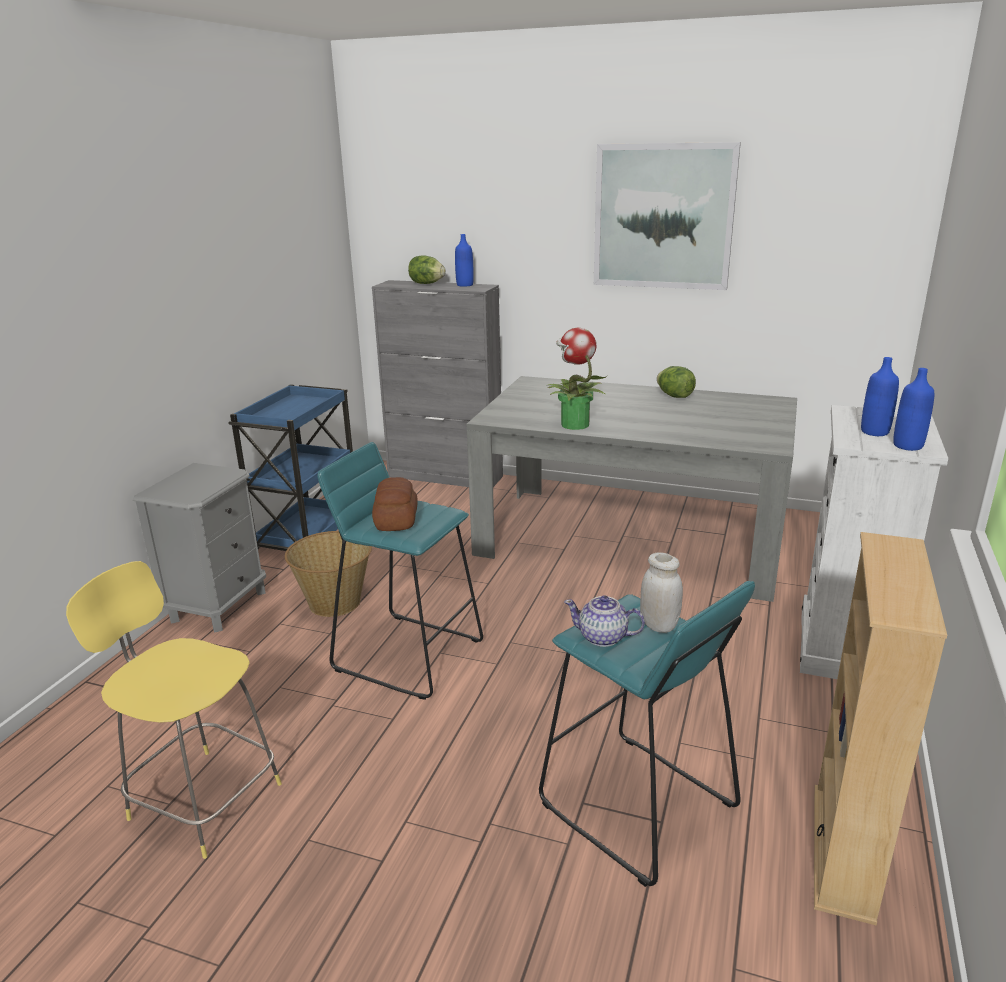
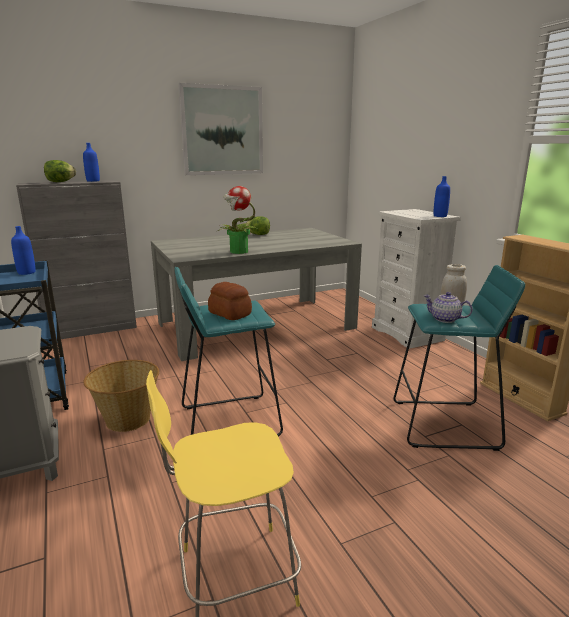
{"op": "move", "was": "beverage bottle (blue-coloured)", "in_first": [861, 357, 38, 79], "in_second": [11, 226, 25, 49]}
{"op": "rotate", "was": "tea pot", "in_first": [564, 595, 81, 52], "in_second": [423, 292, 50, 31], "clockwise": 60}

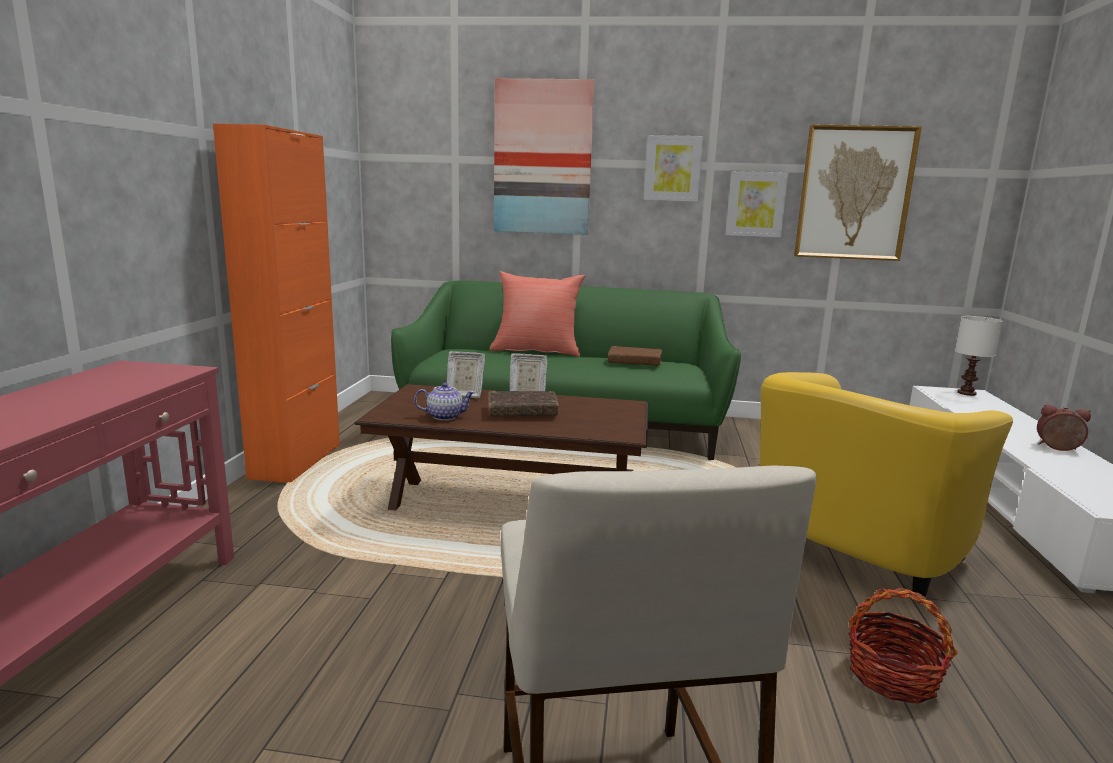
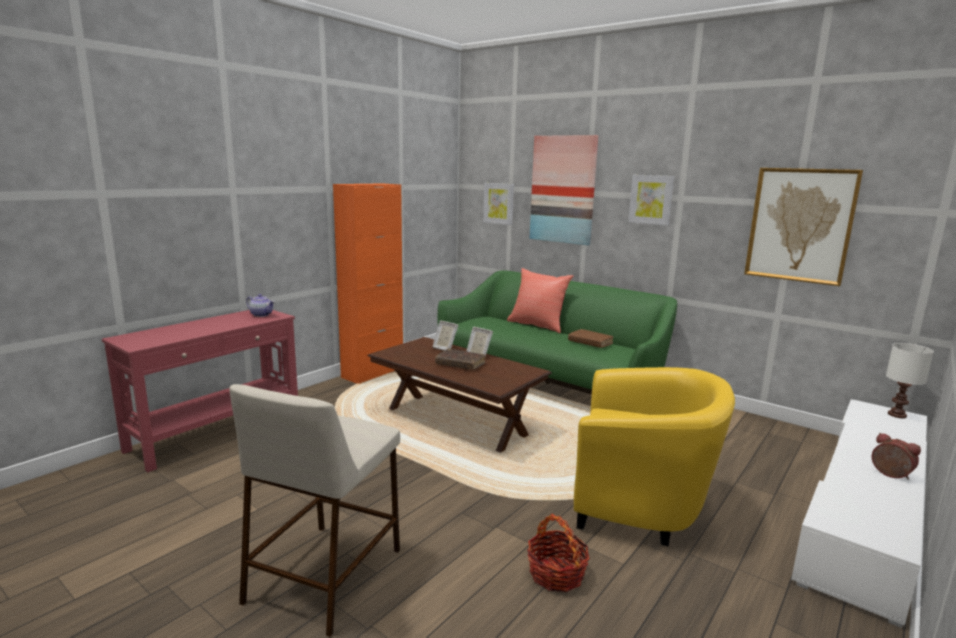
{"op": "move", "was": "tea pot", "in_first": [414, 383, 61, 38], "in_second": [246, 294, 29, 23]}
{"op": "move", "was": "picture", "in_first": [725, 171, 63, 66], "in_second": [483, 183, 31, 42]}
{"op": "rotate", "was": "easy chair (yellow-coloured)", "in_first": [760, 372, 253, 225], "in_second": [574, 367, 161, 179], "clockwise": -150}

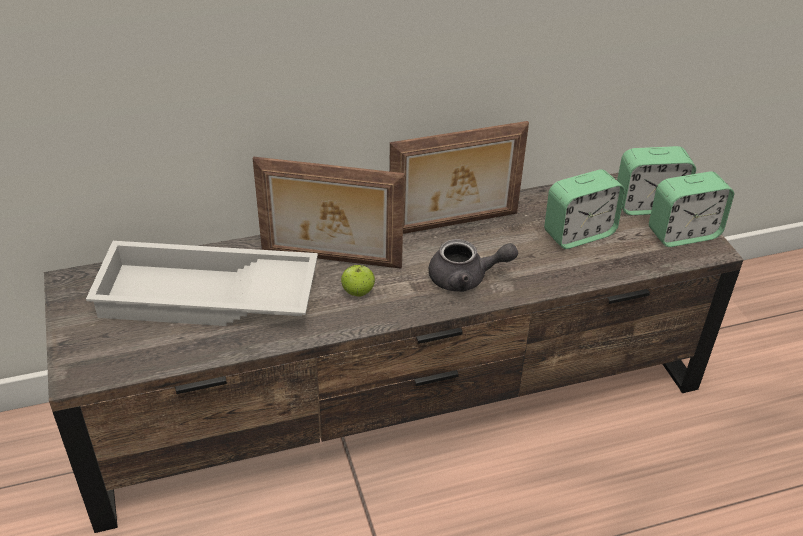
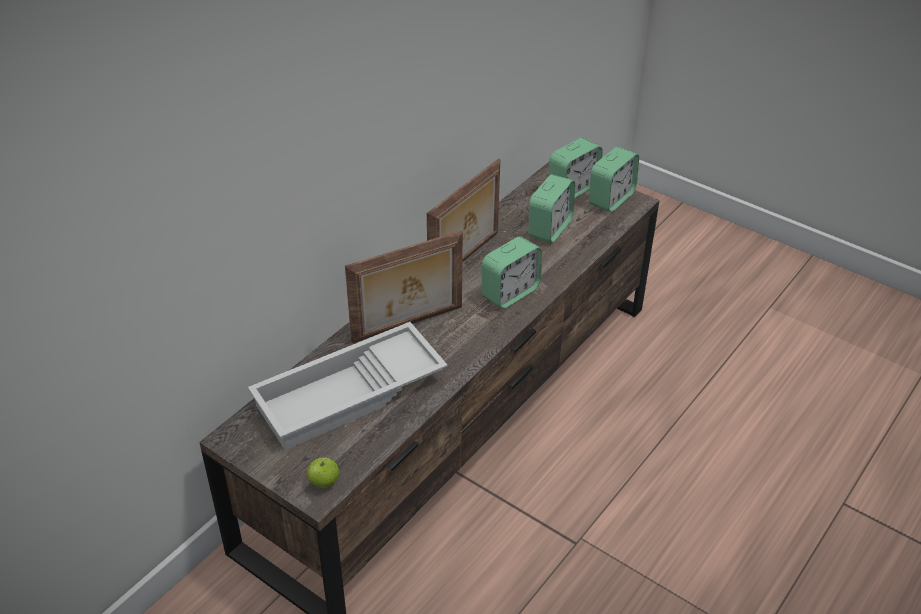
{"op": "move", "was": "apple", "in_first": [341, 265, 34, 32], "in_second": [307, 457, 32, 31]}
{"op": "replace", "was": "tea pot (greyish)", "now": "table clock", "in_first": [429, 239, 89, 53], "in_second": [482, 236, 60, 73]}

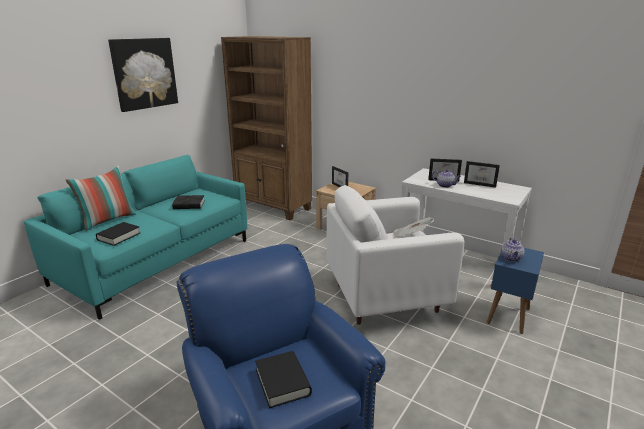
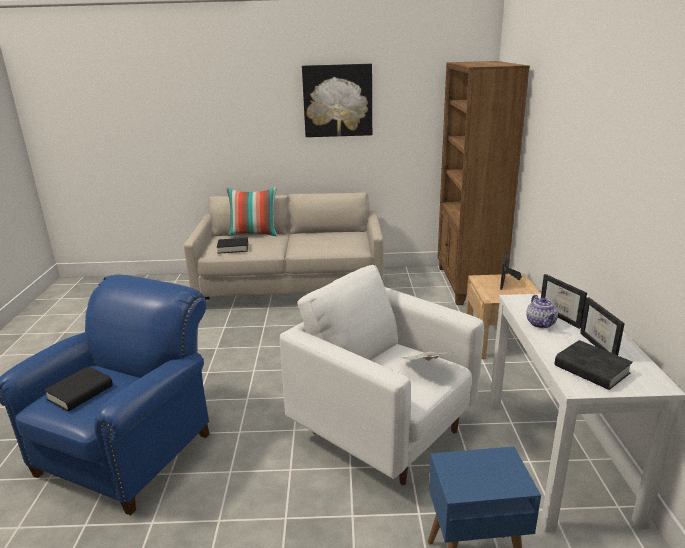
{"op": "delete", "was": "tea pot", "in_first": [501, 237, 24, 25]}
{"op": "move", "was": "volume (blackish)", "in_first": [172, 195, 33, 14], "in_second": [554, 340, 79, 50]}
{"op": "recolor", "was": "settee (blue-green)", "now": "settee (beige)", "in_first": [24, 155, 223, 165], "in_second": [184, 193, 200, 107]}

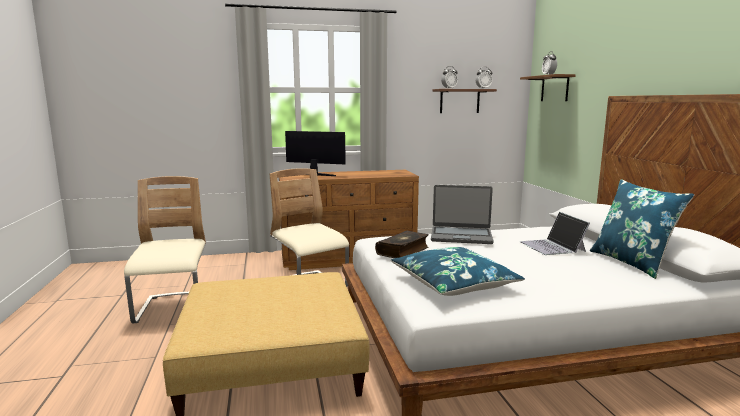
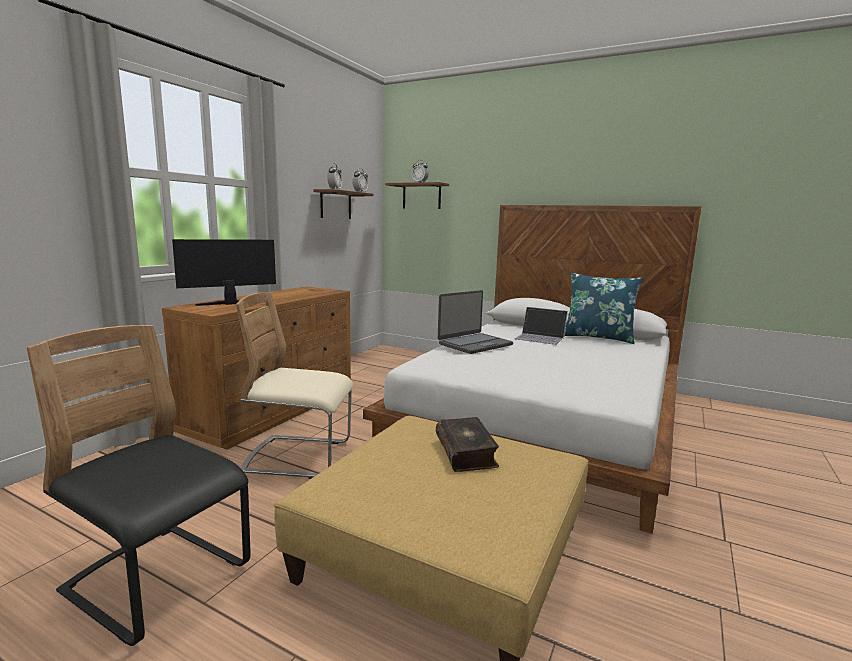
{"op": "delete", "was": "pillow (blue-coloured)", "in_first": [391, 247, 134, 49]}
{"op": "move", "was": "volume", "in_first": [375, 231, 54, 27], "in_second": [436, 417, 63, 55]}
{"op": "recolor", "was": "plain chair (beige)", "now": "plain chair (blackish)", "in_first": [124, 176, 82, 147], "in_second": [27, 325, 224, 321]}

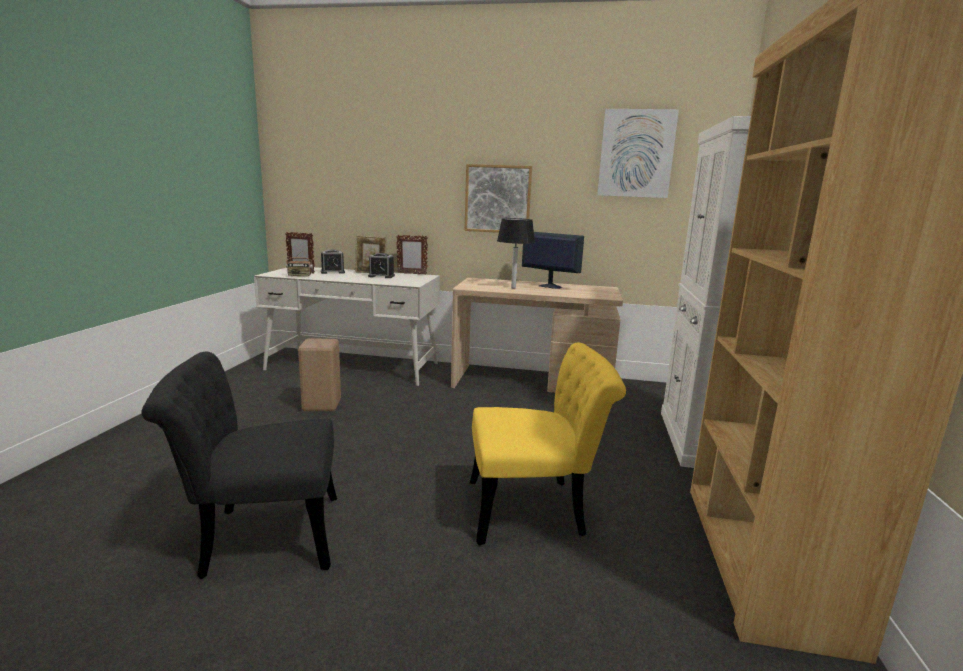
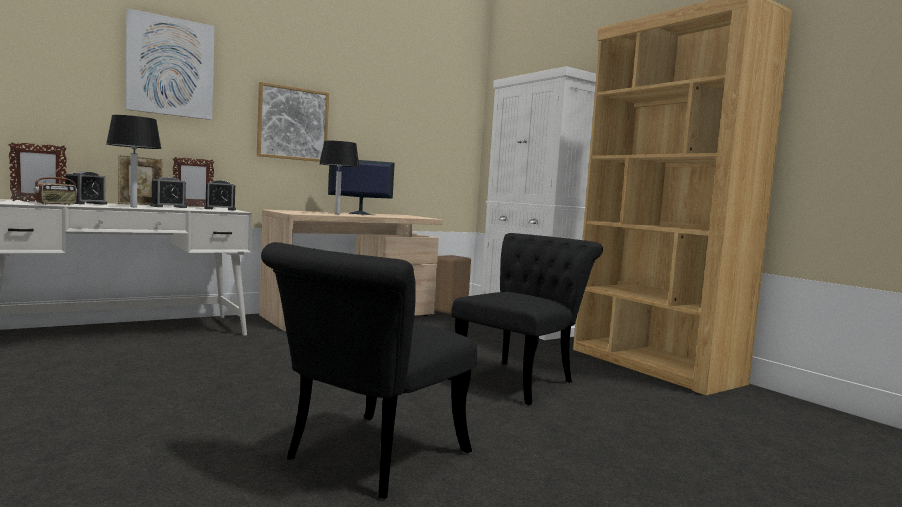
{"op": "insert", "now": "table lamp (blackish)", "in_second": [106, 115, 56, 92]}
{"op": "insert", "now": "table clock", "in_second": [204, 180, 32, 30]}
{"op": "move", "was": "sitting stool (beige)", "in_first": [298, 338, 43, 73], "in_second": [434, 255, 37, 59]}
{"op": "move", "was": "picture", "in_first": [597, 109, 82, 89], "in_second": [126, 8, 89, 112]}
{"op": "recolor", "was": "plain chair (yellow-coloured)", "now": "plain chair (blackish)", "in_first": [470, 342, 156, 204], "in_second": [449, 233, 154, 172]}

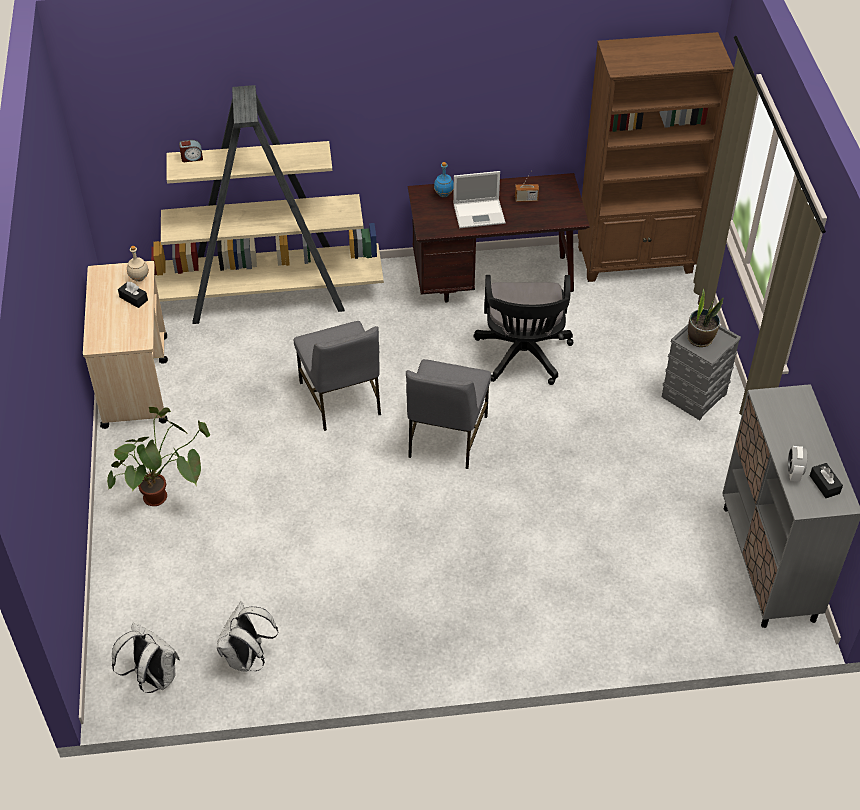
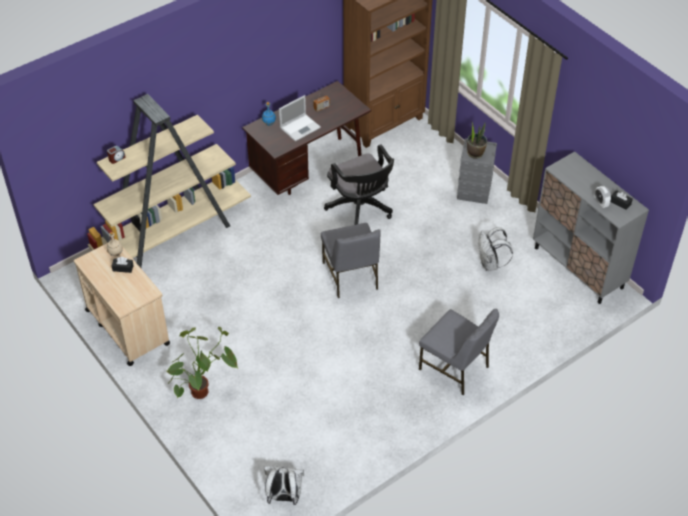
{"op": "move", "was": "rucksack (white)", "in_first": [217, 601, 61, 71], "in_second": [478, 227, 35, 44]}
{"op": "move", "was": "plain chair (greyish)", "in_first": [294, 321, 87, 110], "in_second": [419, 309, 80, 86]}

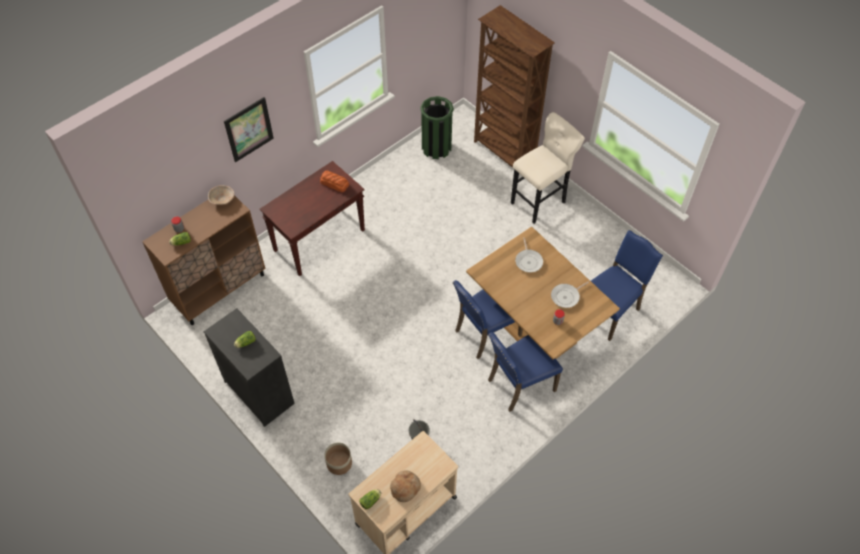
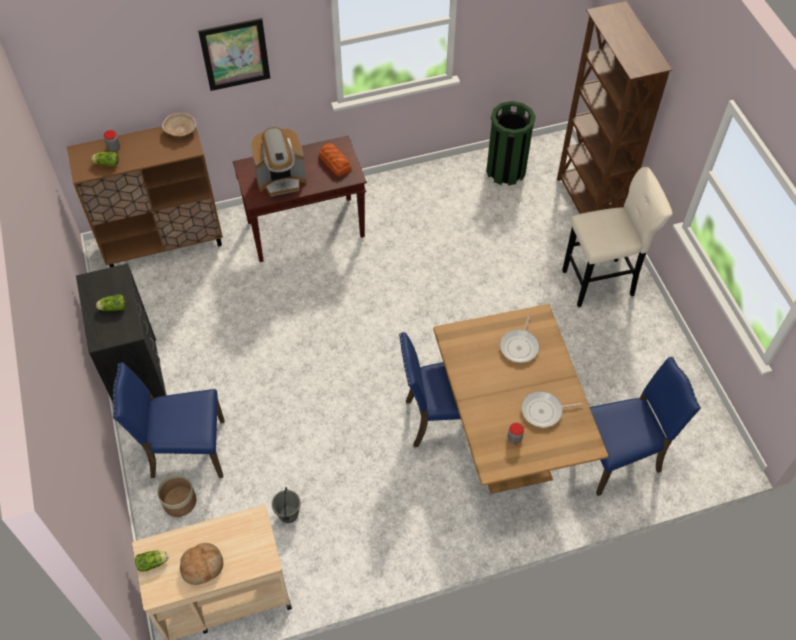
{"op": "insert", "now": "coffee machine", "in_second": [251, 127, 55, 70]}
{"op": "move", "was": "plain chair (blue-coloured)", "in_first": [488, 332, 75, 80], "in_second": [113, 362, 111, 116]}

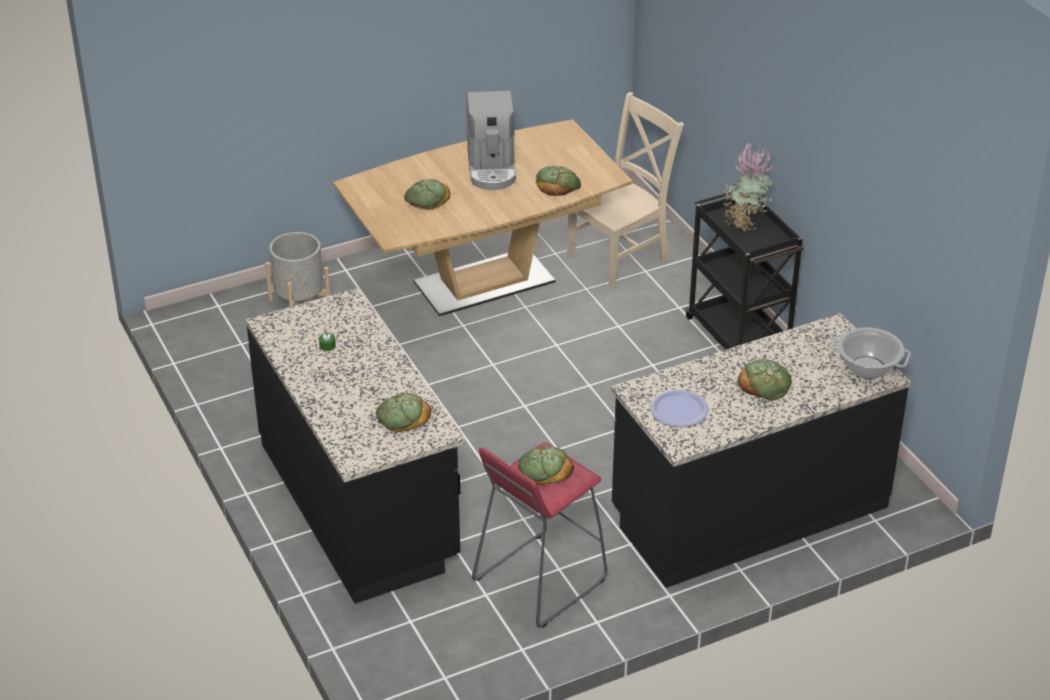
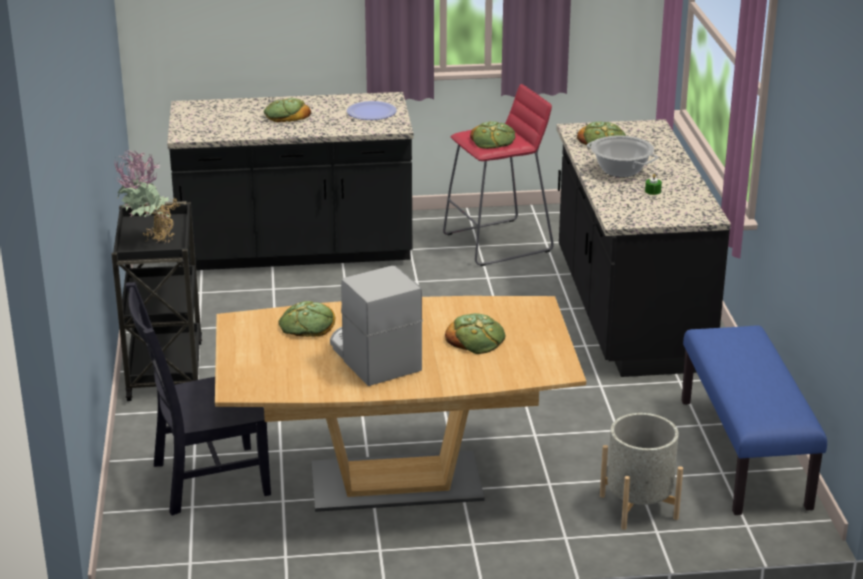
{"op": "insert", "now": "long seat (blue-coloured)", "in_second": [682, 325, 145, 190]}
{"op": "move", "was": "saucepot", "in_first": [831, 327, 80, 52], "in_second": [587, 136, 71, 41]}
{"op": "recolor", "was": "plain chair (beige)", "now": "plain chair (blackish)", "in_first": [567, 92, 117, 195], "in_second": [126, 282, 145, 234]}
{"op": "rotate", "was": "coffee machine", "in_first": [466, 91, 50, 99], "in_second": [330, 266, 92, 120], "clockwise": -45}

